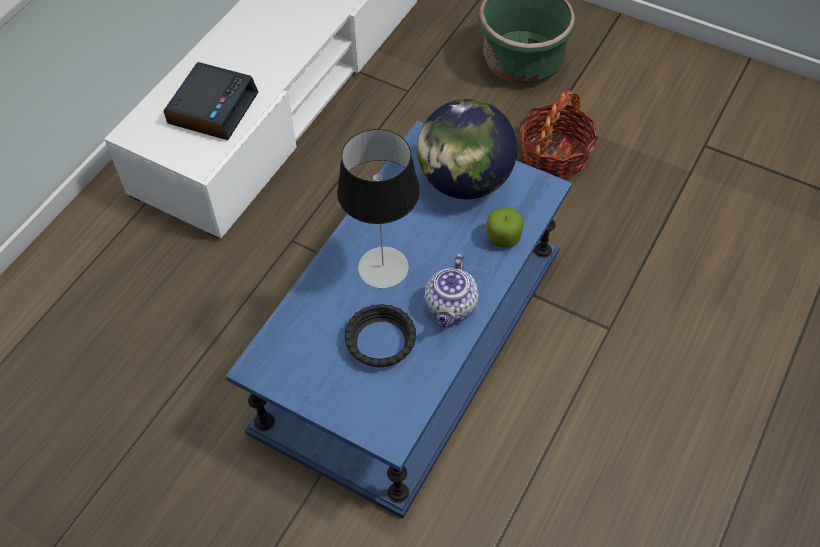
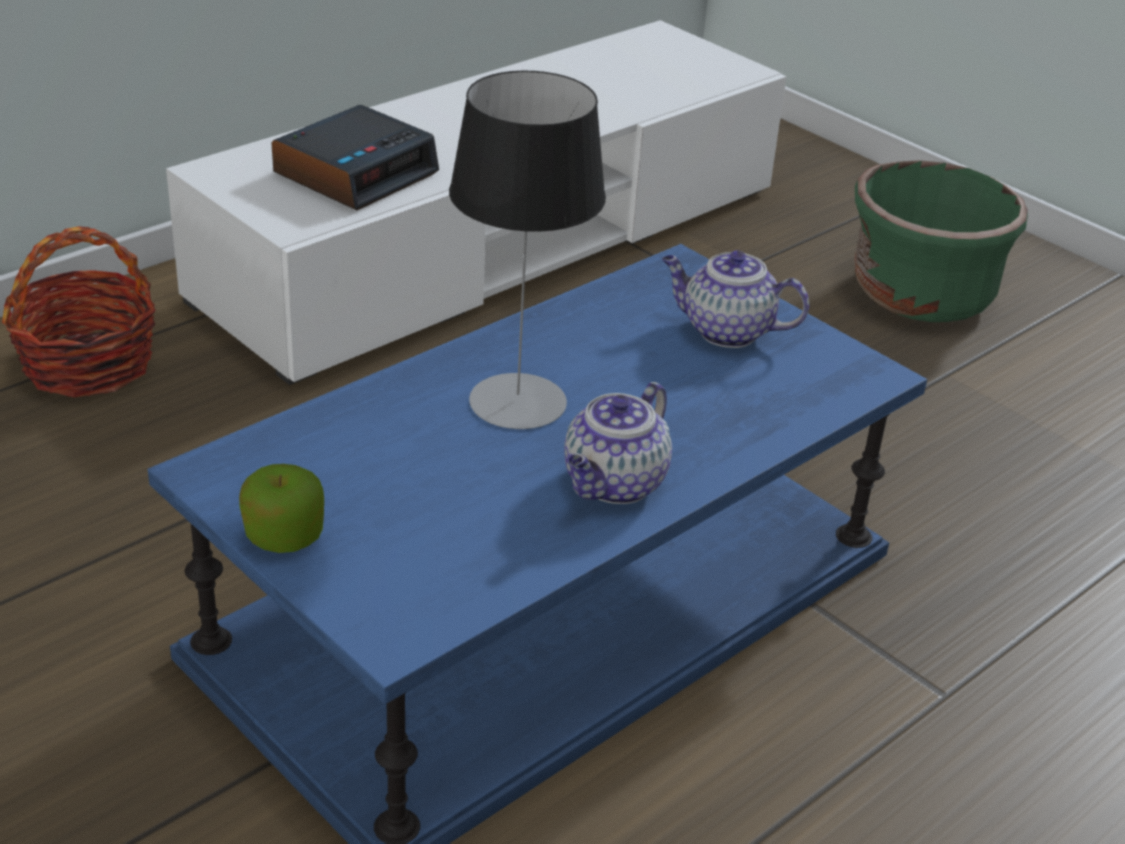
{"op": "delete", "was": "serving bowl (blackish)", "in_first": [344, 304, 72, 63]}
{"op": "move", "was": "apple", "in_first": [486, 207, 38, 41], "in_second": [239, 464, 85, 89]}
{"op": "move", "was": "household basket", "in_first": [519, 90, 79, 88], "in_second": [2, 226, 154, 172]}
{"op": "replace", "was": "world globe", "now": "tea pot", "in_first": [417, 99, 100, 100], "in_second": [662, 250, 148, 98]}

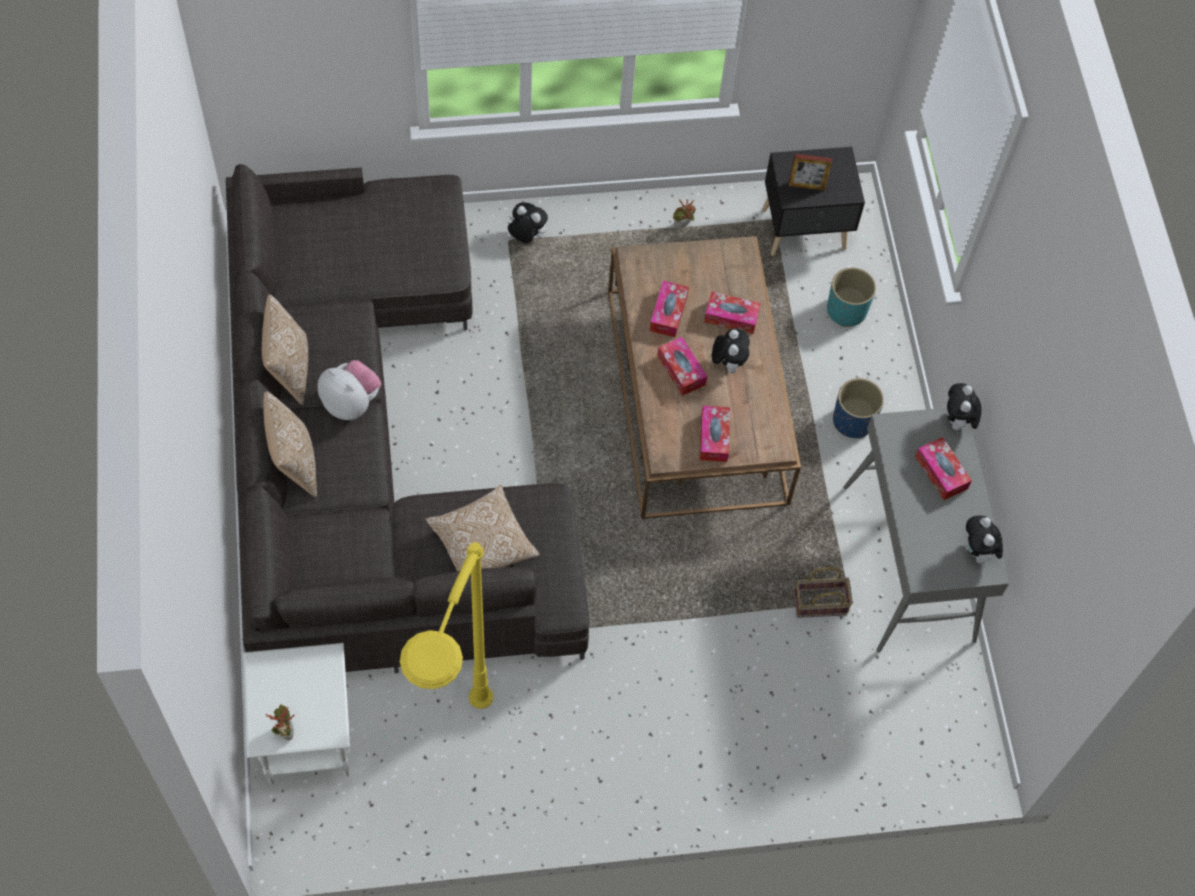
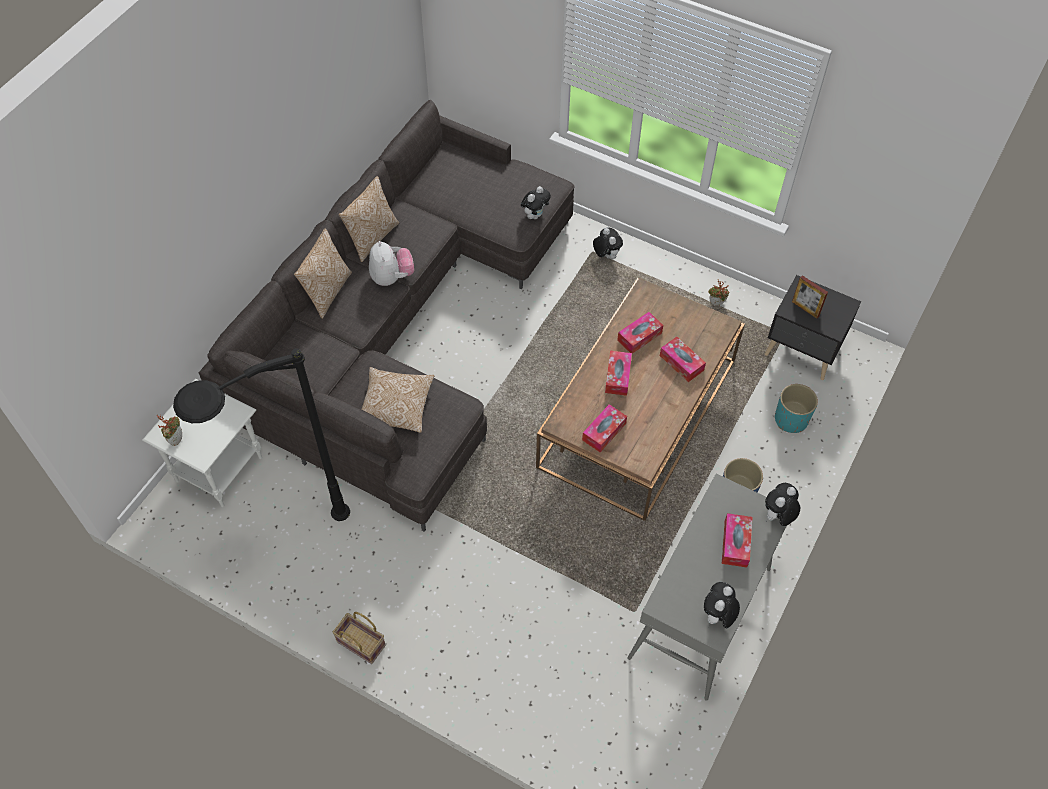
{"op": "move", "was": "soft toy", "in_first": [712, 328, 38, 45], "in_second": [521, 186, 30, 33]}
{"op": "move", "was": "household basket", "in_first": [794, 567, 59, 51], "in_second": [333, 612, 53, 52]}
{"op": "recolor", "was": "floor lamp (yellow-coloured)", "now": "floor lamp (blackish)", "in_first": [400, 542, 93, 167], "in_second": [173, 349, 177, 172]}

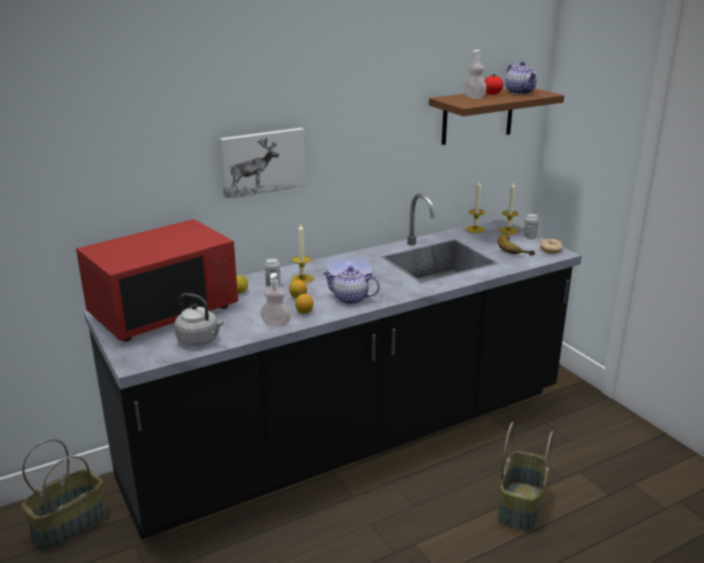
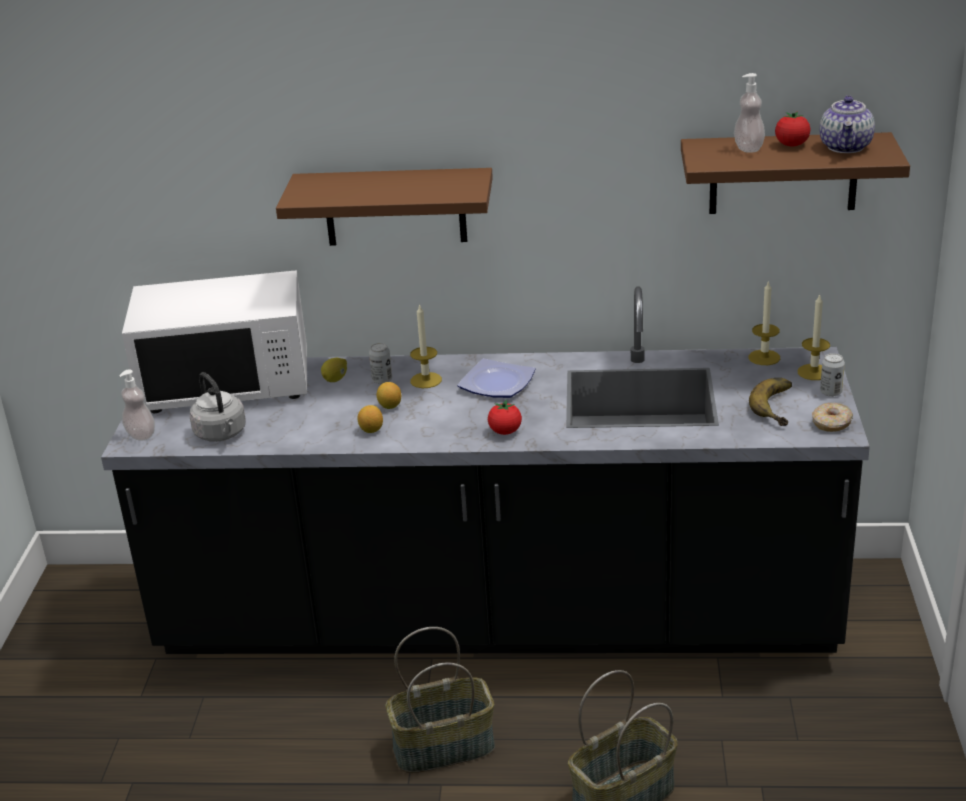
{"op": "delete", "was": "tea pot", "in_first": [322, 266, 58, 38]}
{"op": "insert", "now": "whole tomato", "in_second": [488, 400, 34, 35]}
{"op": "move", "was": "household basket", "in_first": [22, 439, 85, 111], "in_second": [386, 627, 109, 146]}
{"op": "move", "was": "soap bottle", "in_first": [260, 273, 31, 54], "in_second": [119, 369, 36, 72]}
{"op": "replace", "was": "picture", "now": "bracket shelf (brown-coloured)", "in_first": [219, 128, 87, 71], "in_second": [276, 168, 217, 78]}
{"op": "recolor", "was": "microwave oven (red)", "now": "microwave oven (white)", "in_first": [76, 219, 162, 122], "in_second": [122, 270, 185, 143]}

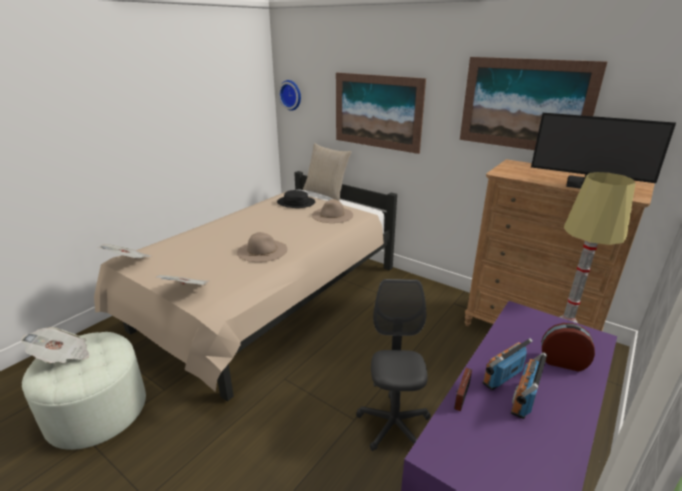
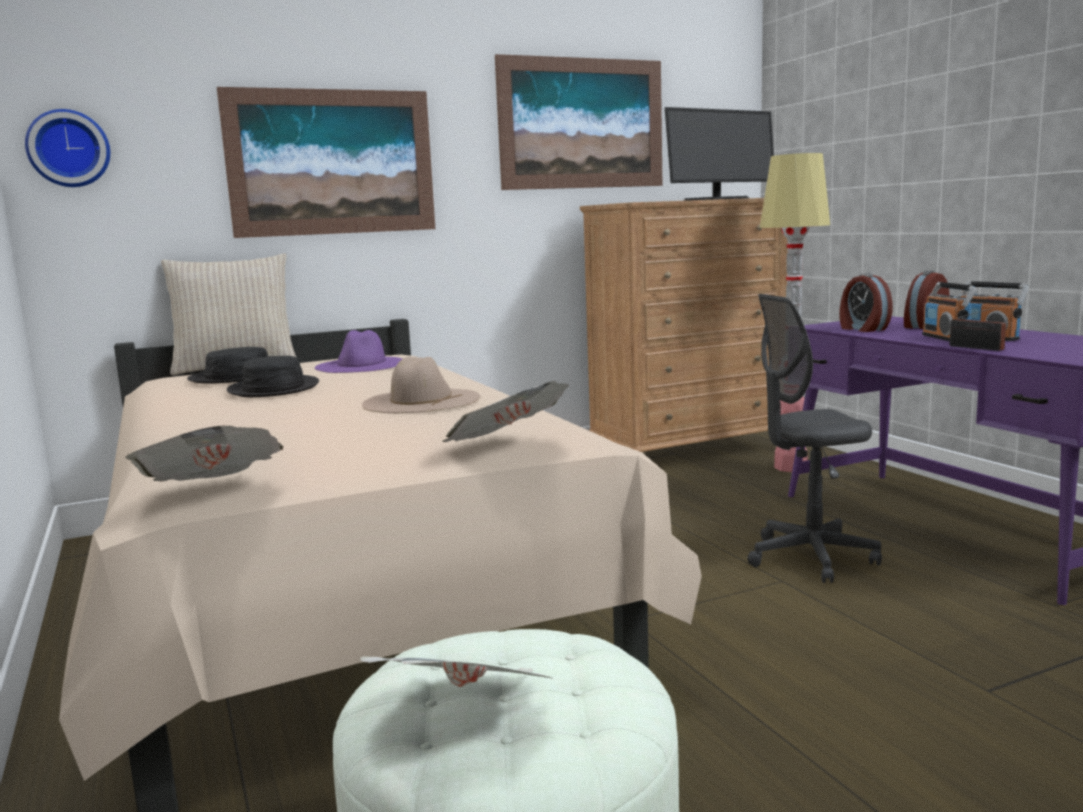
{"op": "insert", "now": "clothing hat (blackish)", "in_second": [227, 356, 92, 41]}
{"op": "insert", "now": "table clock", "in_second": [840, 273, 53, 59]}
{"op": "recolor", "was": "clothing hat (beige)", "now": "clothing hat (purple)", "in_first": [312, 199, 41, 24], "in_second": [315, 330, 88, 43]}
{"op": "rotate", "was": "desk chair (greyish)", "in_first": [356, 279, 75, 172], "in_second": [748, 294, 134, 289], "clockwise": -45}

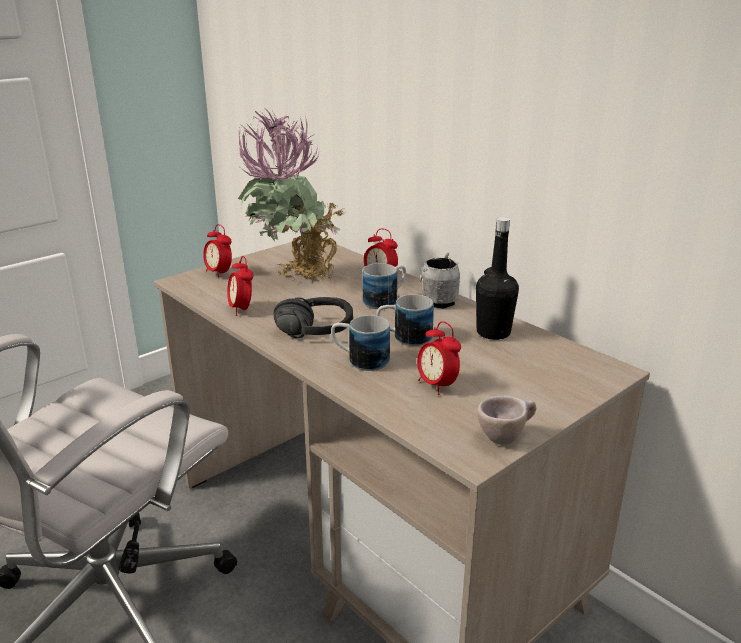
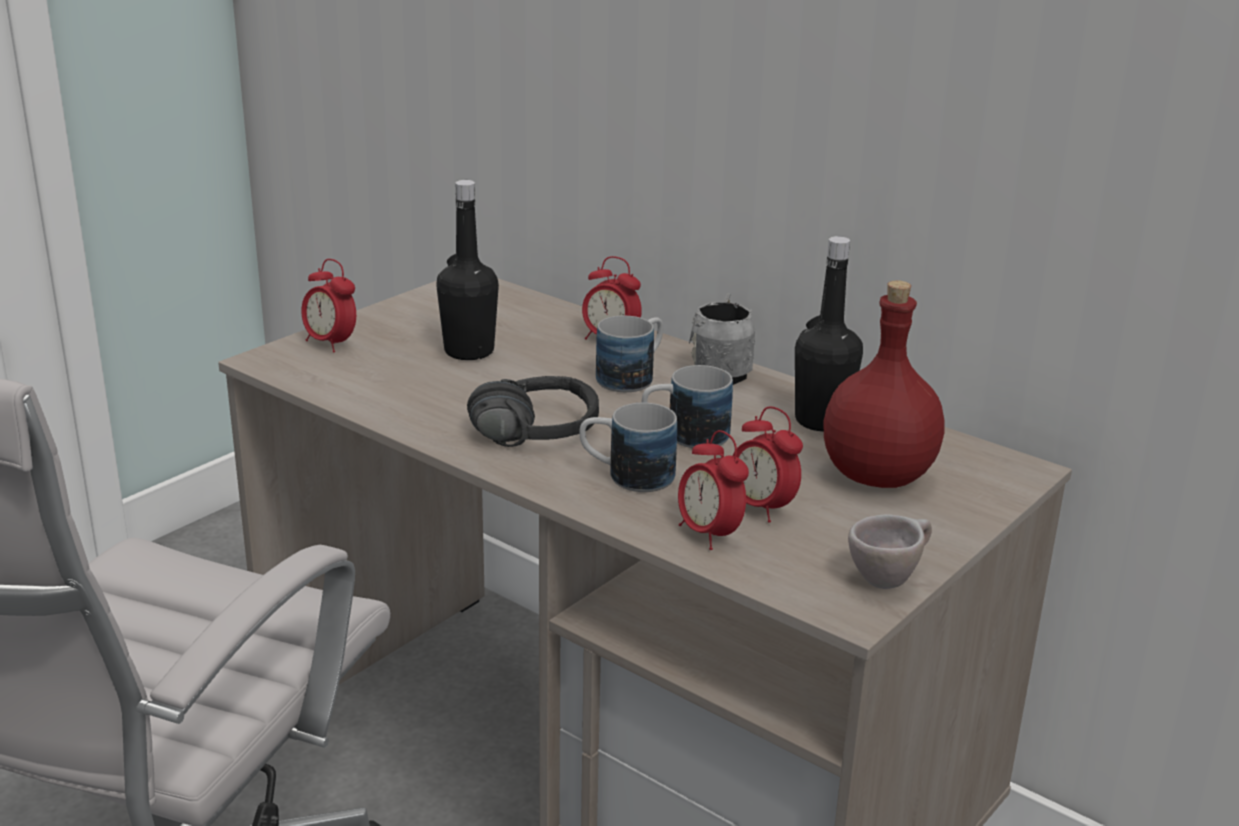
{"op": "insert", "now": "beverage bottle (red)", "in_second": [824, 280, 121, 208]}
{"op": "move", "was": "table clock", "in_first": [227, 256, 26, 60], "in_second": [678, 430, 71, 120]}
{"op": "replace", "was": "plant in a pot", "now": "beverage bottle (blackish)", "in_first": [237, 111, 109, 170], "in_second": [436, 180, 63, 180]}

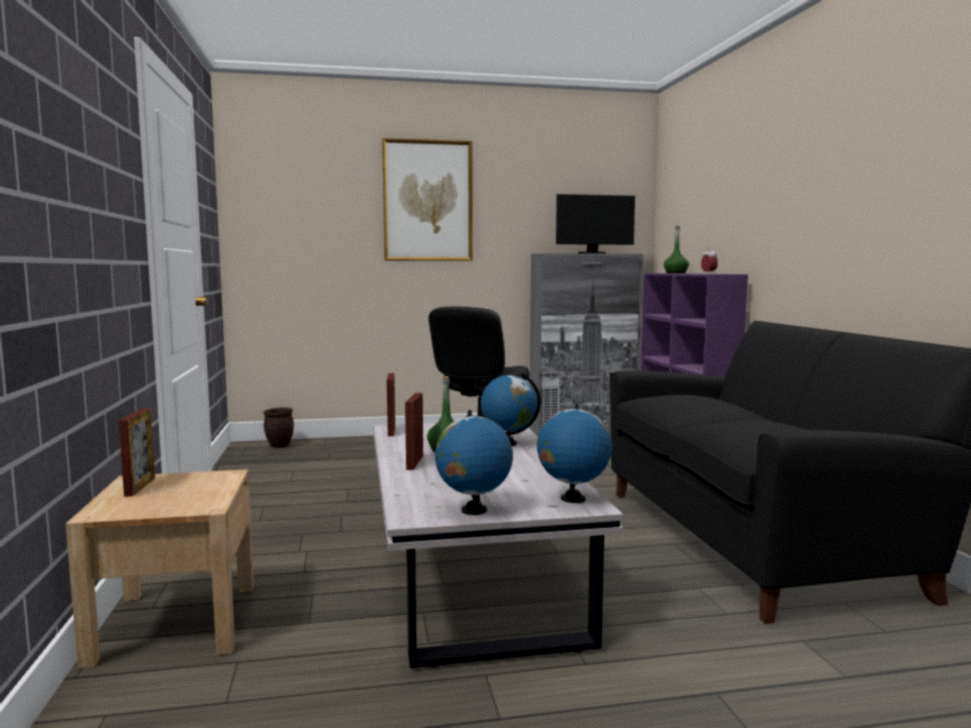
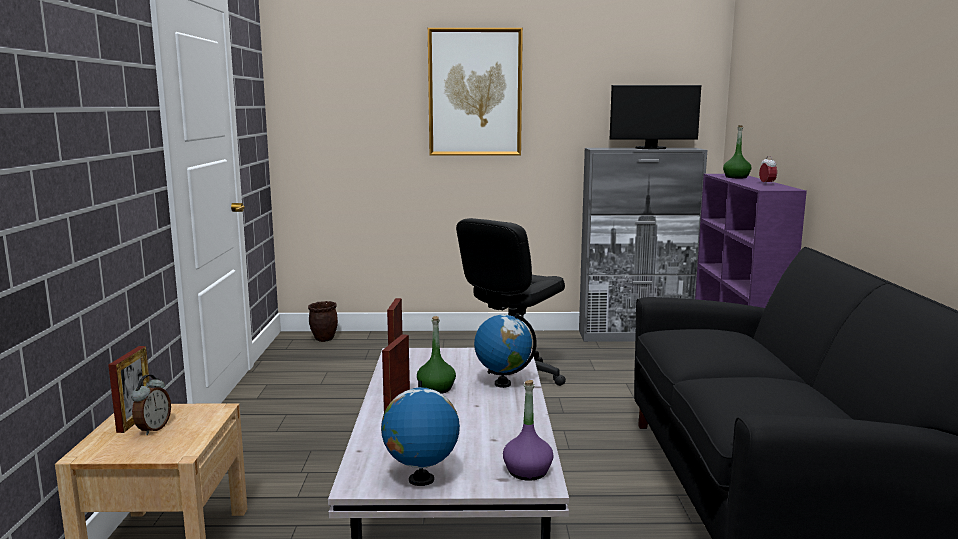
{"op": "insert", "now": "table clock", "in_second": [131, 375, 40, 60]}
{"op": "replace", "was": "world globe", "now": "beverage bottle (purple)", "in_first": [537, 403, 75, 100], "in_second": [503, 380, 51, 101]}

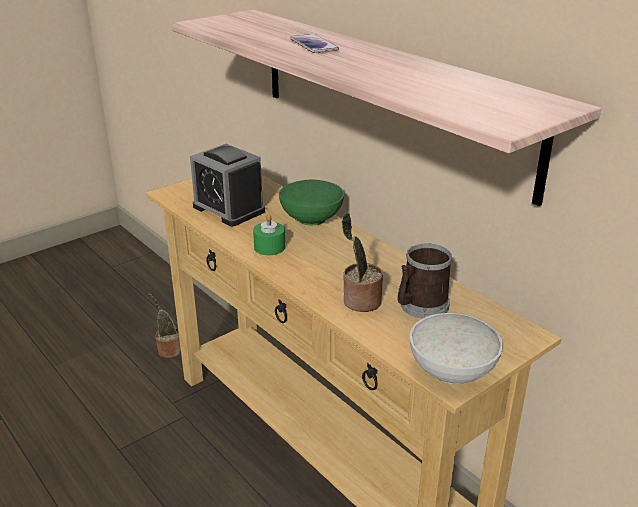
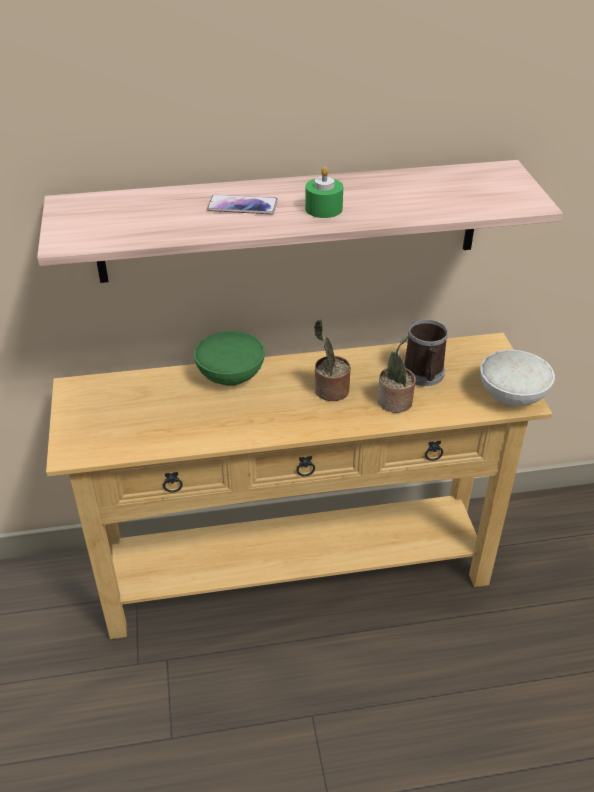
{"op": "delete", "was": "table clock", "in_first": [190, 144, 75, 82]}
{"op": "move", "was": "plant in a pot", "in_first": [148, 293, 33, 65], "in_second": [314, 319, 37, 82]}
{"op": "move", "was": "wax candle (green)", "in_first": [253, 214, 32, 41], "in_second": [305, 167, 38, 51]}

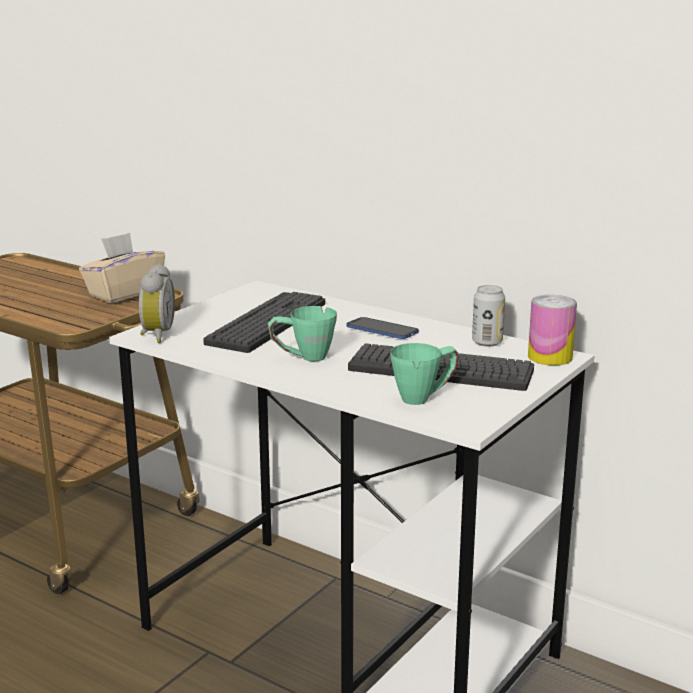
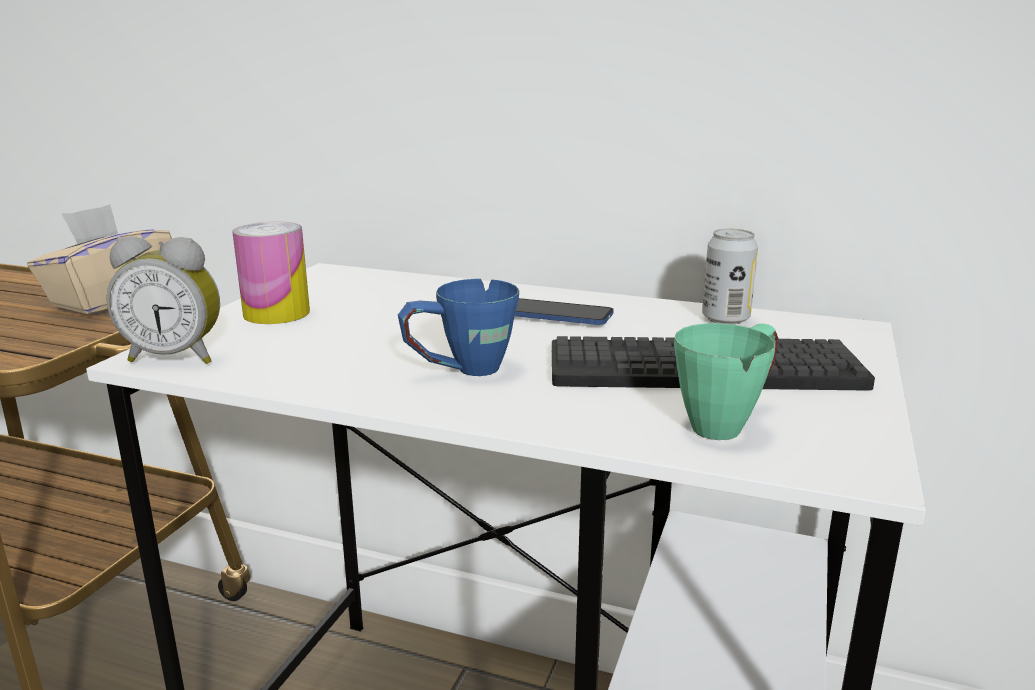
{"op": "delete", "was": "keyboard", "in_first": [203, 292, 122, 61]}
{"op": "move", "was": "metal can", "in_first": [528, 295, 49, 71], "in_second": [232, 222, 78, 102]}
{"op": "recolor", "was": "tea mug (green)", "now": "tea mug (blue-coloured)", "in_first": [268, 306, 69, 56], "in_second": [398, 279, 121, 97]}
{"op": "rotate", "was": "table clock", "in_first": [139, 264, 36, 79], "in_second": [106, 236, 114, 128], "clockwise": 105}

